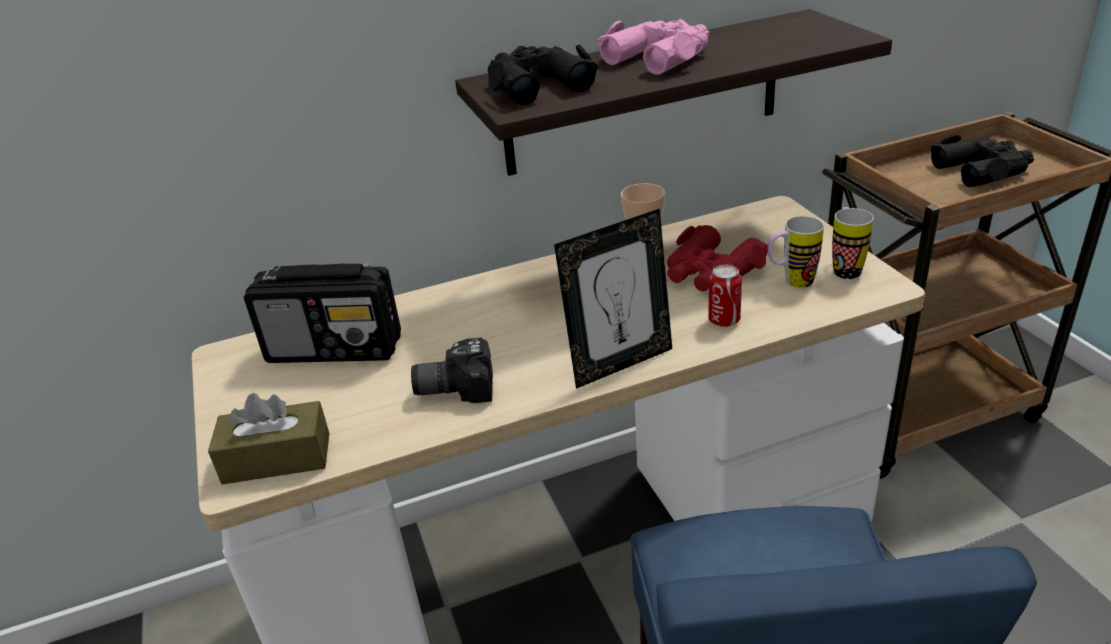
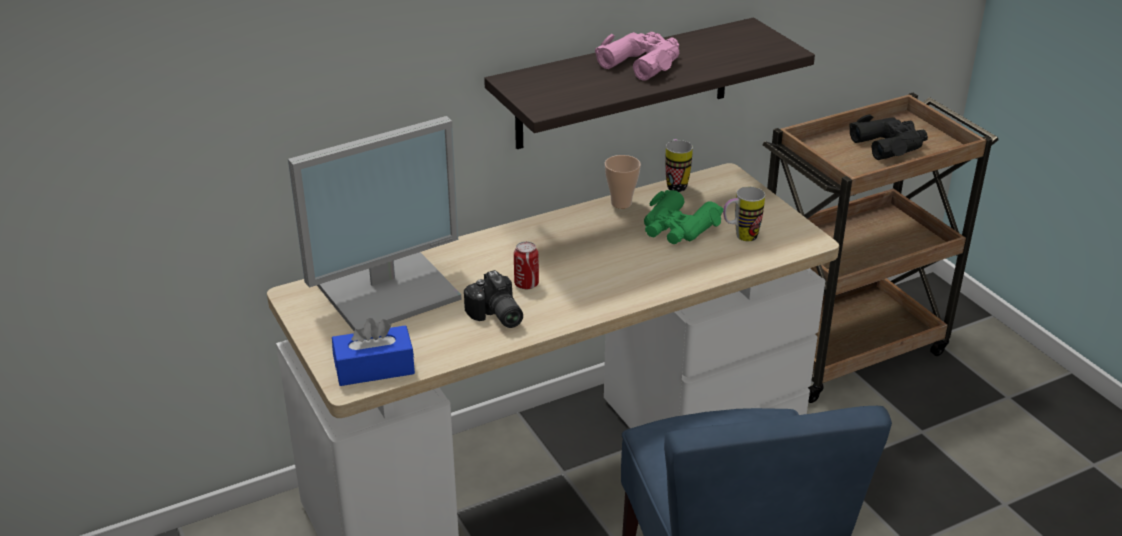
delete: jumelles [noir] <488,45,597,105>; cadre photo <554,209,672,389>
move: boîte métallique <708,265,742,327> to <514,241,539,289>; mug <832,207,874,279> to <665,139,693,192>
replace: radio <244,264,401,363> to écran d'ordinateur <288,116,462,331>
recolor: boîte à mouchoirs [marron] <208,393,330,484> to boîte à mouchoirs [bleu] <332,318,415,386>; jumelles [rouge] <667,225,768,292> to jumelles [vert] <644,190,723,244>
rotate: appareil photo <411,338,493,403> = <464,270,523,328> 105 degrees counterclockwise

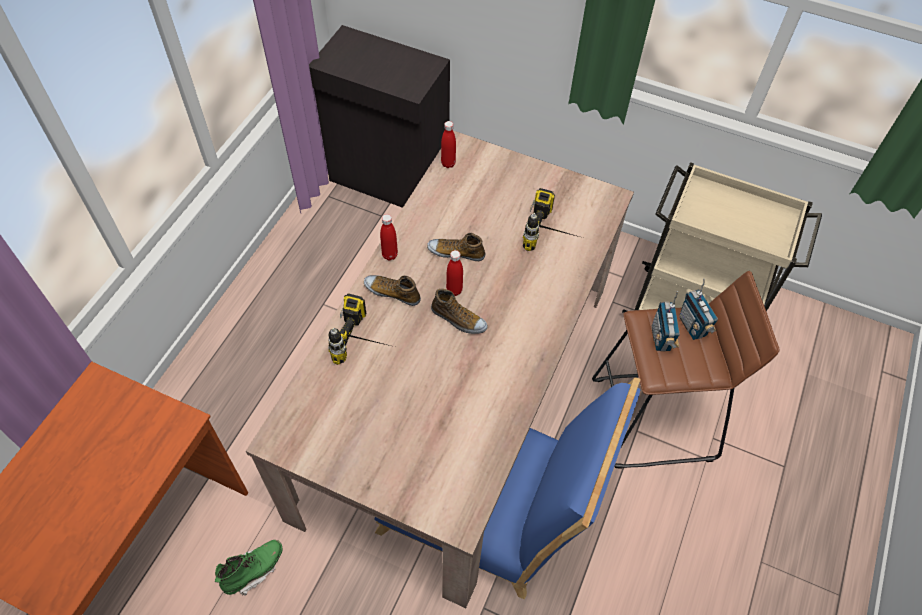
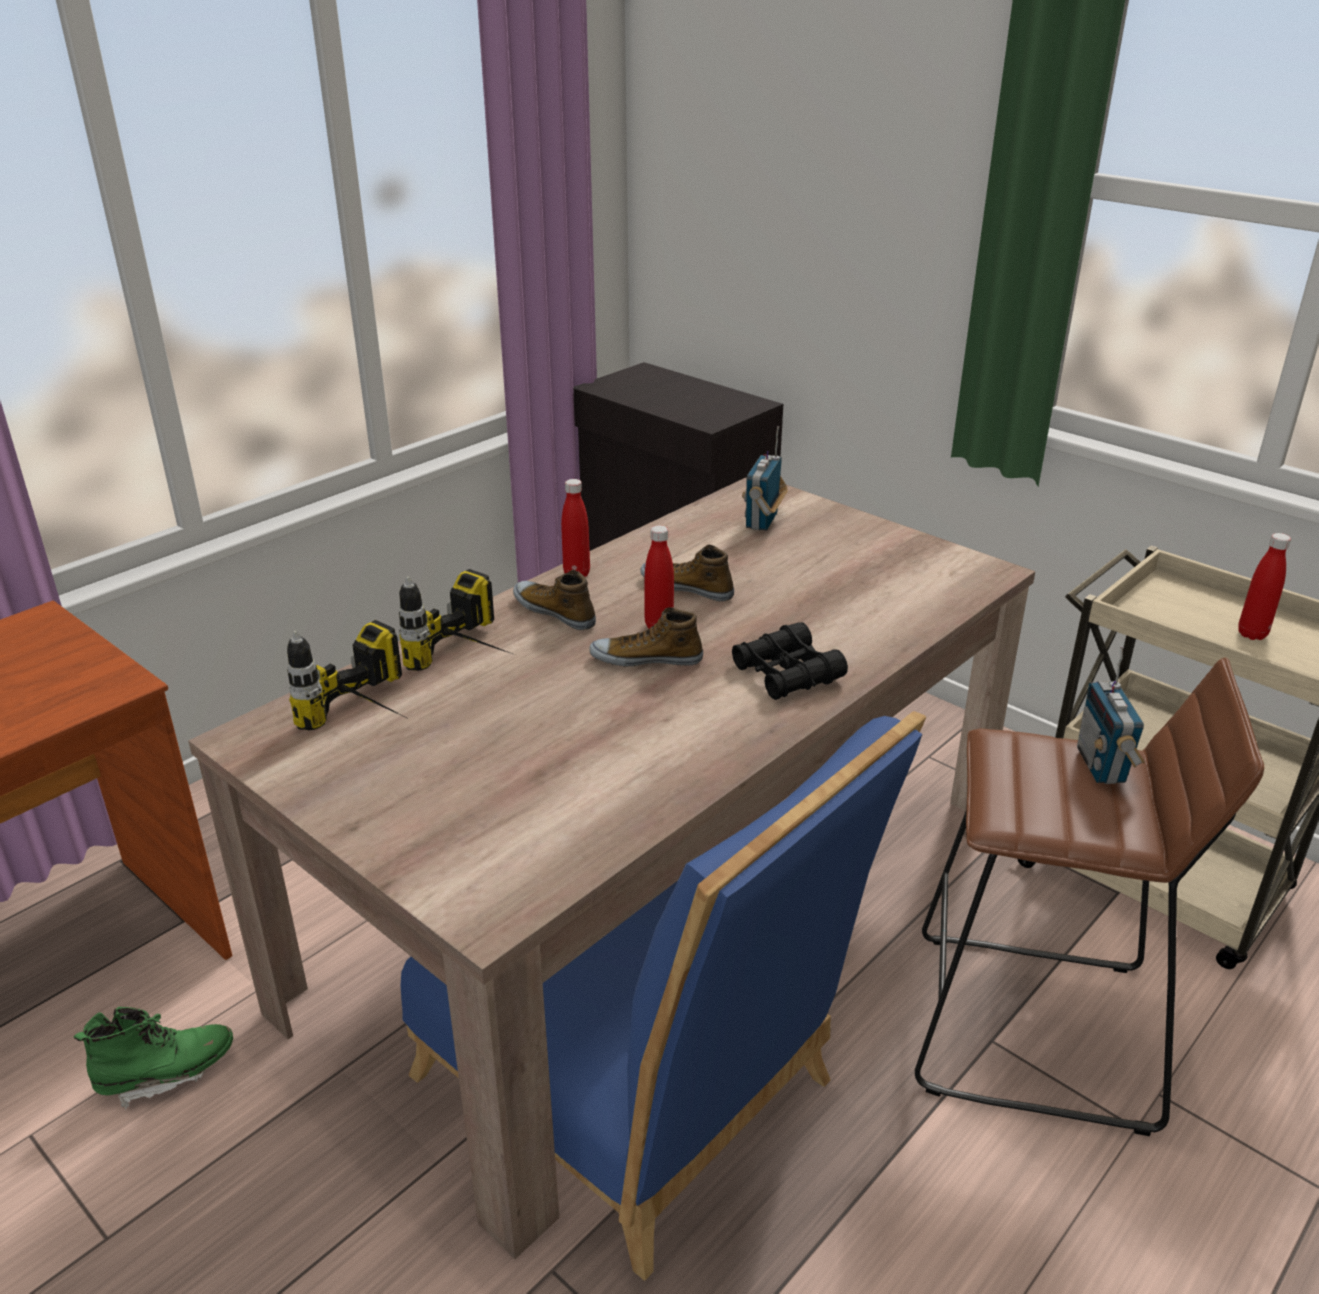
insert: jumelles [noir] <732,622,848,700>
move: bouteille [rouge] <441,121,456,168> to <1238,533,1291,640>; perceuse <523,188,583,251> to <287,620,405,730>; radio <652,291,680,351> to <742,426,788,531>
rotate: chaussure <431,289,488,334> = <589,607,703,667> 135 degrees clockwise

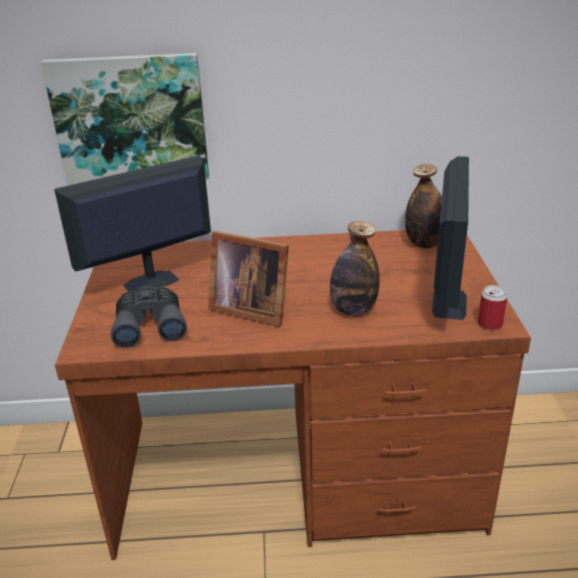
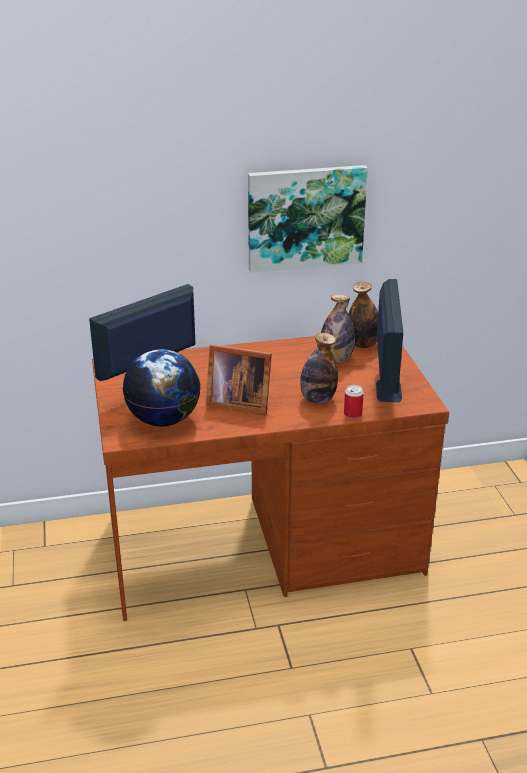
insert: bouteille <321,295,355,363>
move: tableau <41,53,209,186> to <248,165,368,273>; boîte métallique <478,285,507,330> to <344,385,364,418>
replace: jumelles [gris] <111,286,187,348> to globe <123,349,201,426>

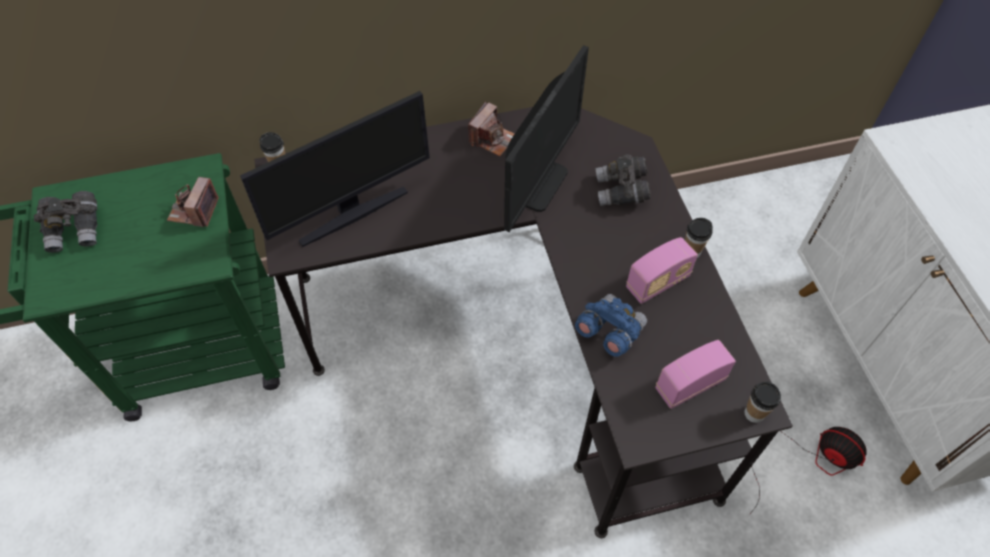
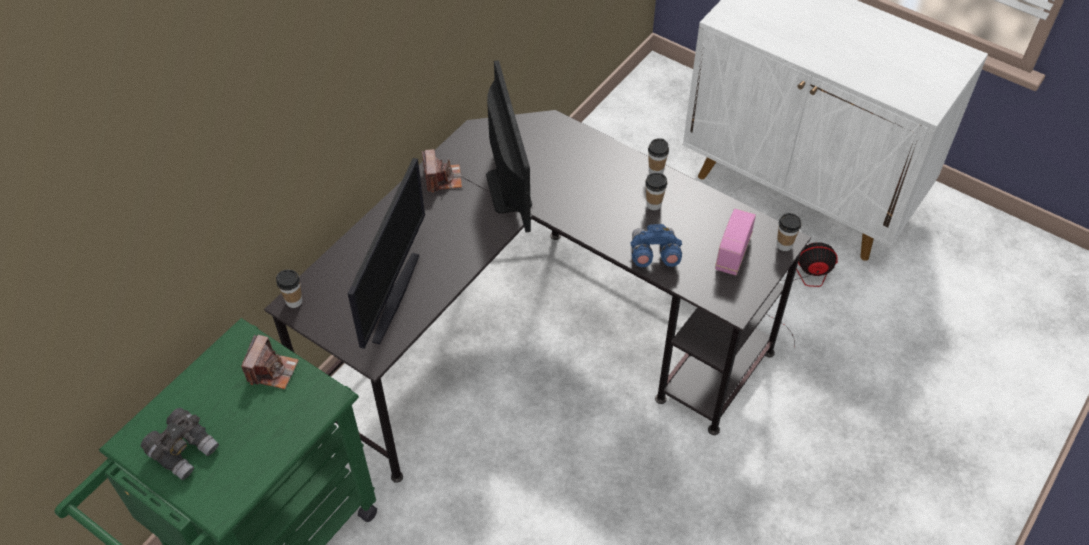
delete: jumelles [gris] <596,155,651,206>
replace: radio <626,237,698,304> to tasse <646,173,667,210>
rotate: appareil photo <167,177,219,227> = <241,335,299,389> 135 degrees counterclockwise

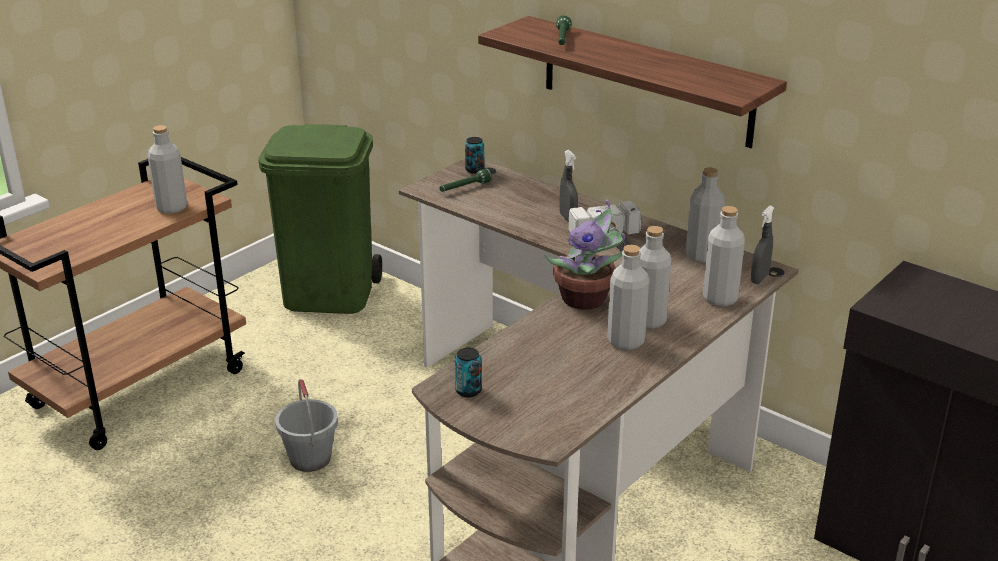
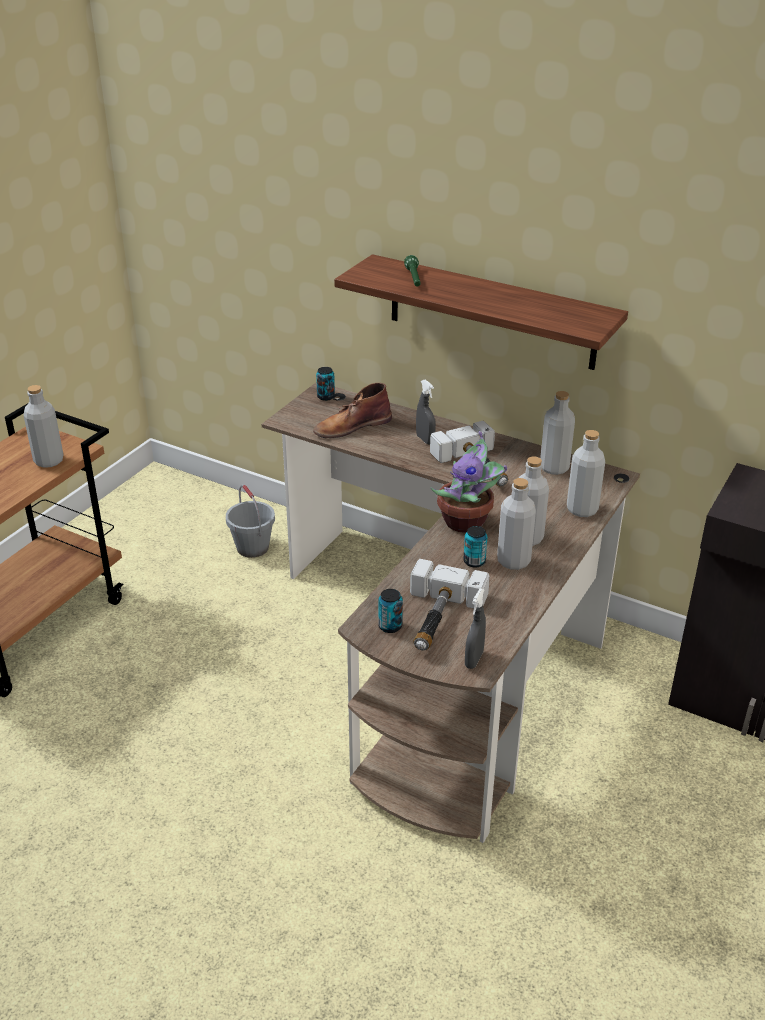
delete: poubelle [vert] <259,124,382,314>; lampe de poche [vert] <439,168,492,192>
insert: botte [marron] <313,383,392,438>; marteau <410,559,490,651>; boîte métallique <463,526,487,568>
move: seau [gris] <275,379,338,472> to <226,485,275,558>; vaporisateur [gris] <751,206,774,284> to <465,588,486,669>

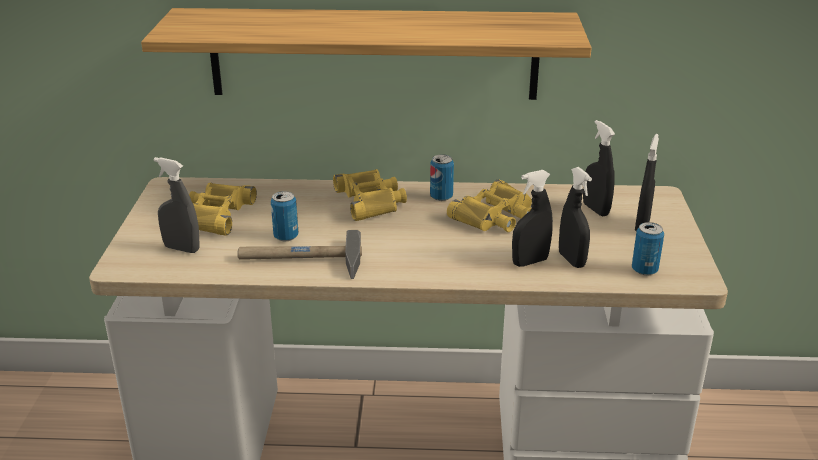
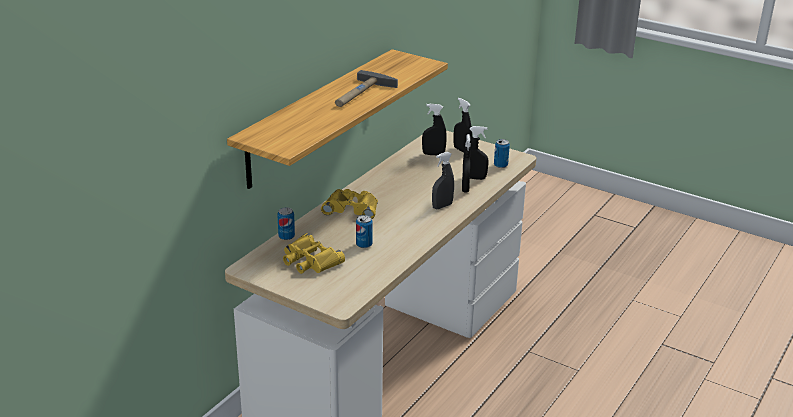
delete: jumelles [jaune] <447,179,532,232>
move: vaporisateur [gris] <154,157,199,253> to <432,152,454,209>; marteau <237,230,362,279> to <335,70,398,107>; boîte métallique <430,154,454,201> to <277,207,295,240>

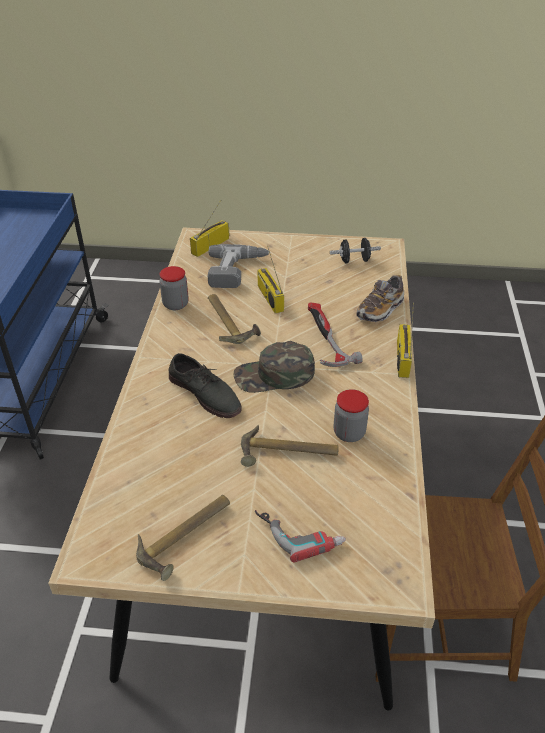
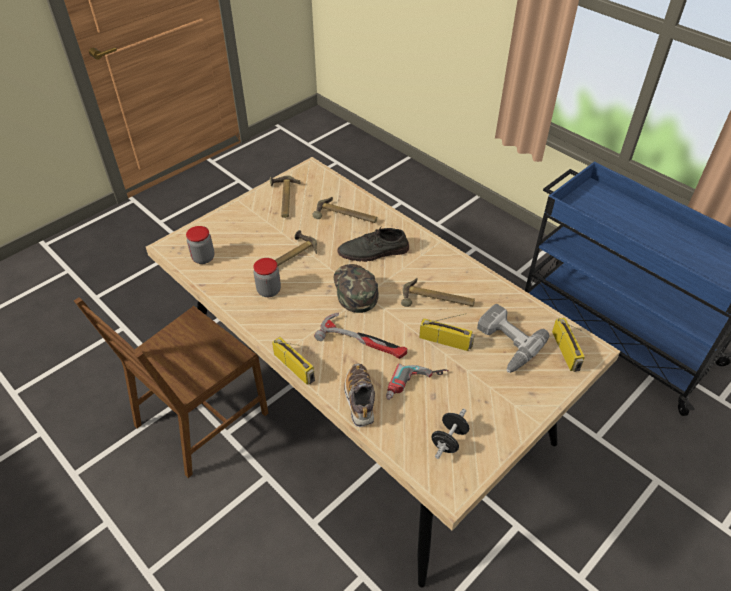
insert: marteau <312,197,377,223>
move: bocal <159,266,189,310> to <186,226,214,264>; perceuse <255,510,346,562> to <386,363,448,400>
rotate: casquette [vert] <234,341,315,393> = <334,264,379,313> 45 degrees counterclockwise

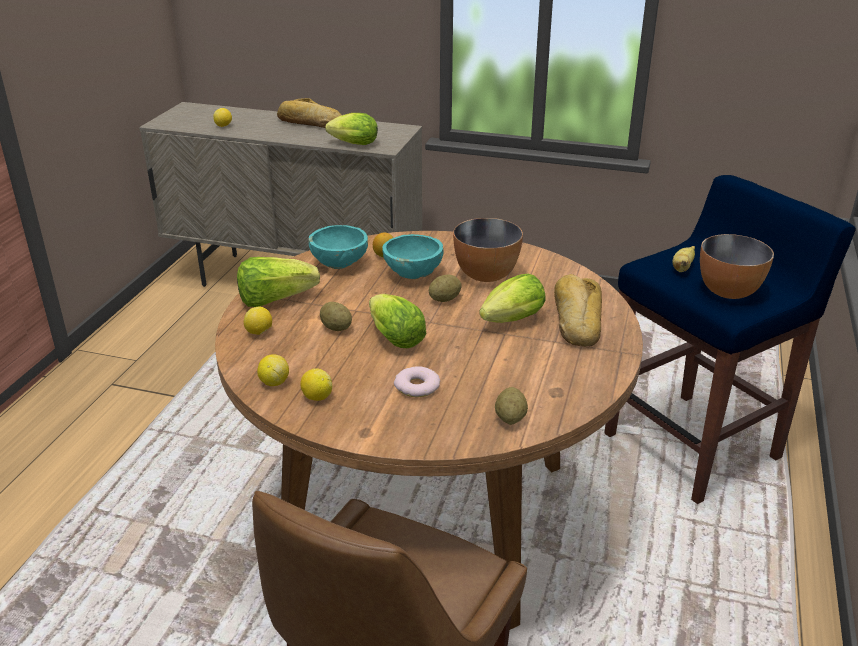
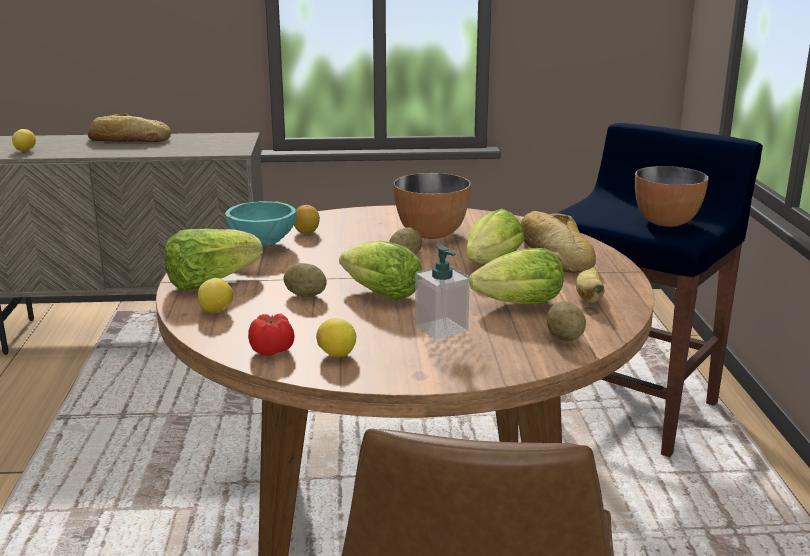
delete: bol [turquoise] <382,234,444,279>
move: laitue <326,113,378,145> to <470,248,564,304>; banane <672,246,695,272> to <576,267,605,303>
replace: citron <257,354,289,386> to tomate <248,314,295,356>; beignet <394,366,440,397> to distributeur de savon <415,244,470,340>

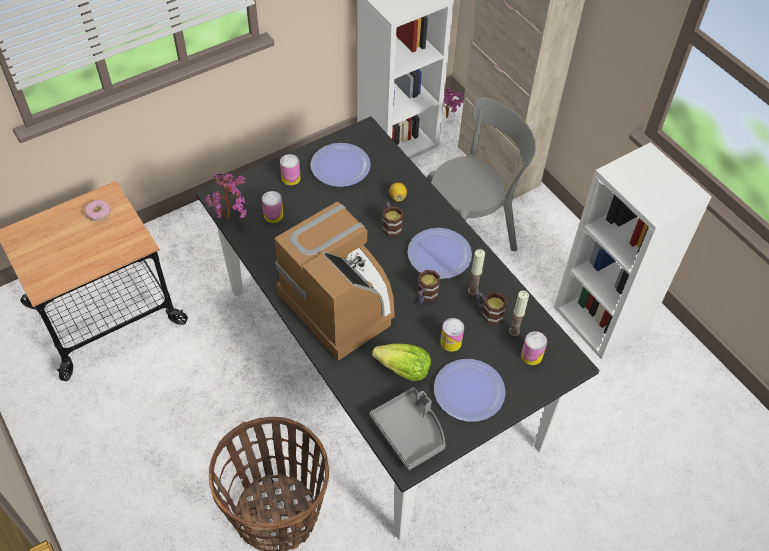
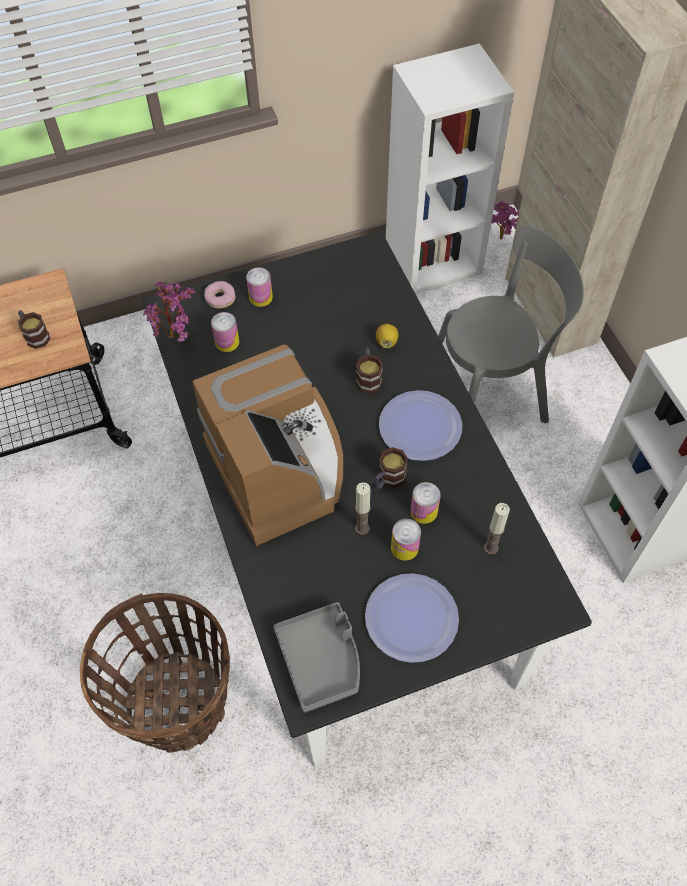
delete: assiette <311,143,371,187>; laitue <372,344,431,381>
move: beignet <85,200,111,221> to <204,281,235,309>; bougie <468,249,485,295> to <355,482,371,535>; mug <476,292,507,325> to <18,310,50,349>; boîte métallique <521,331,547,365> to <411,482,441,524>

